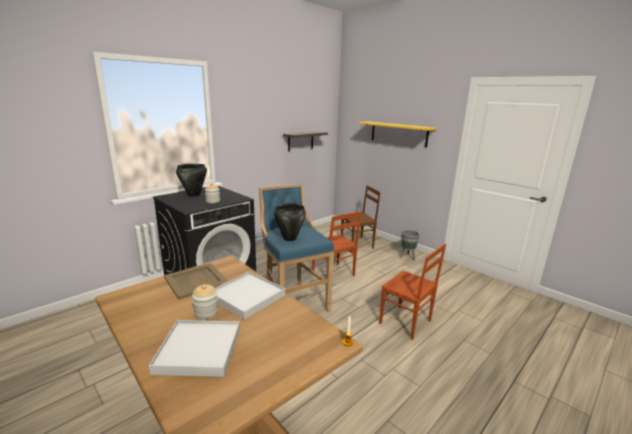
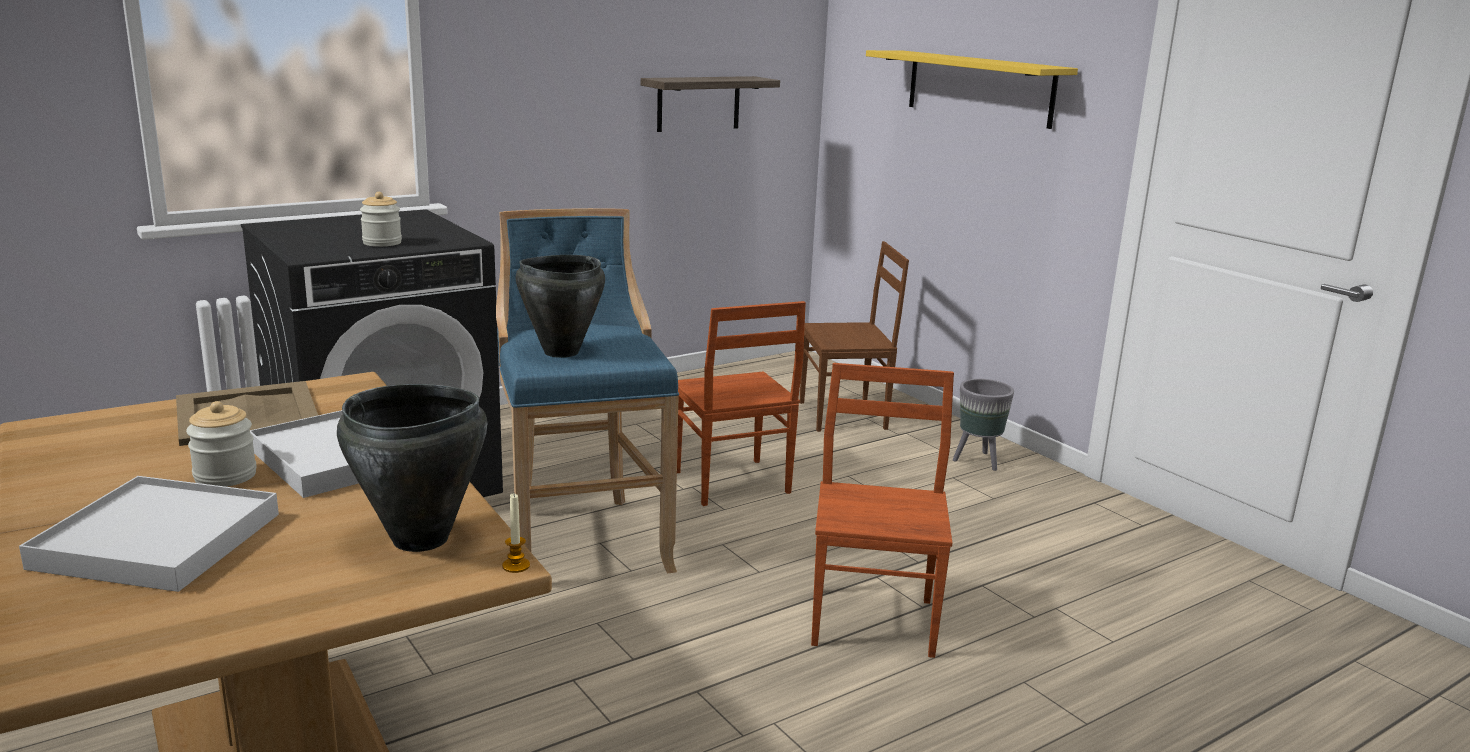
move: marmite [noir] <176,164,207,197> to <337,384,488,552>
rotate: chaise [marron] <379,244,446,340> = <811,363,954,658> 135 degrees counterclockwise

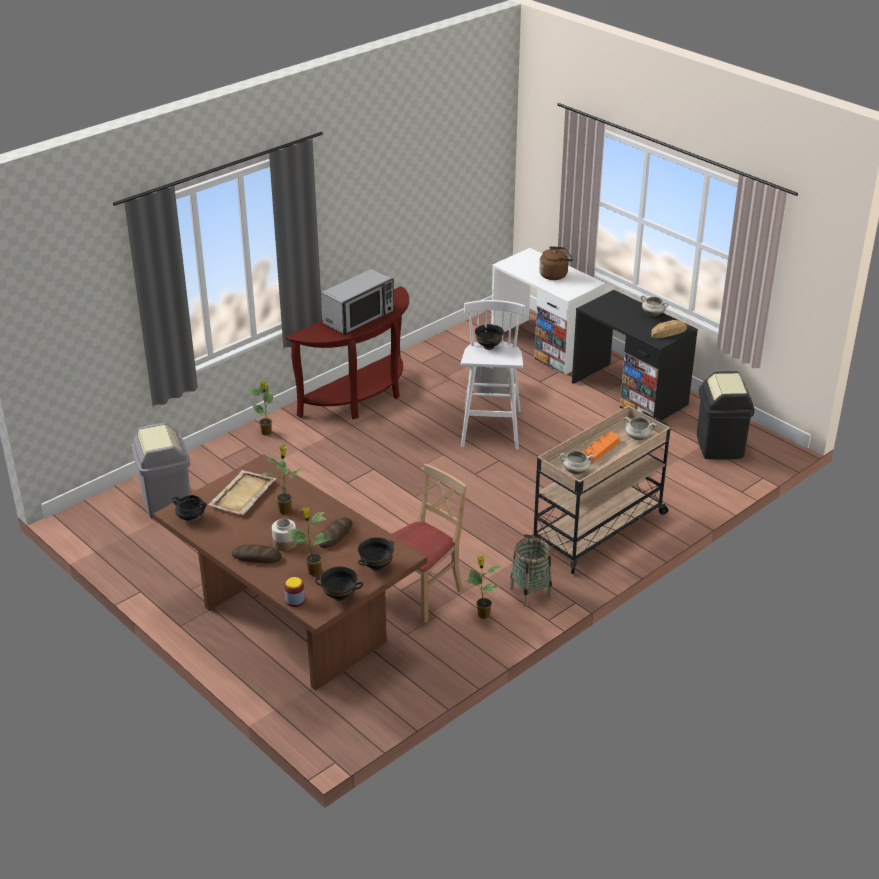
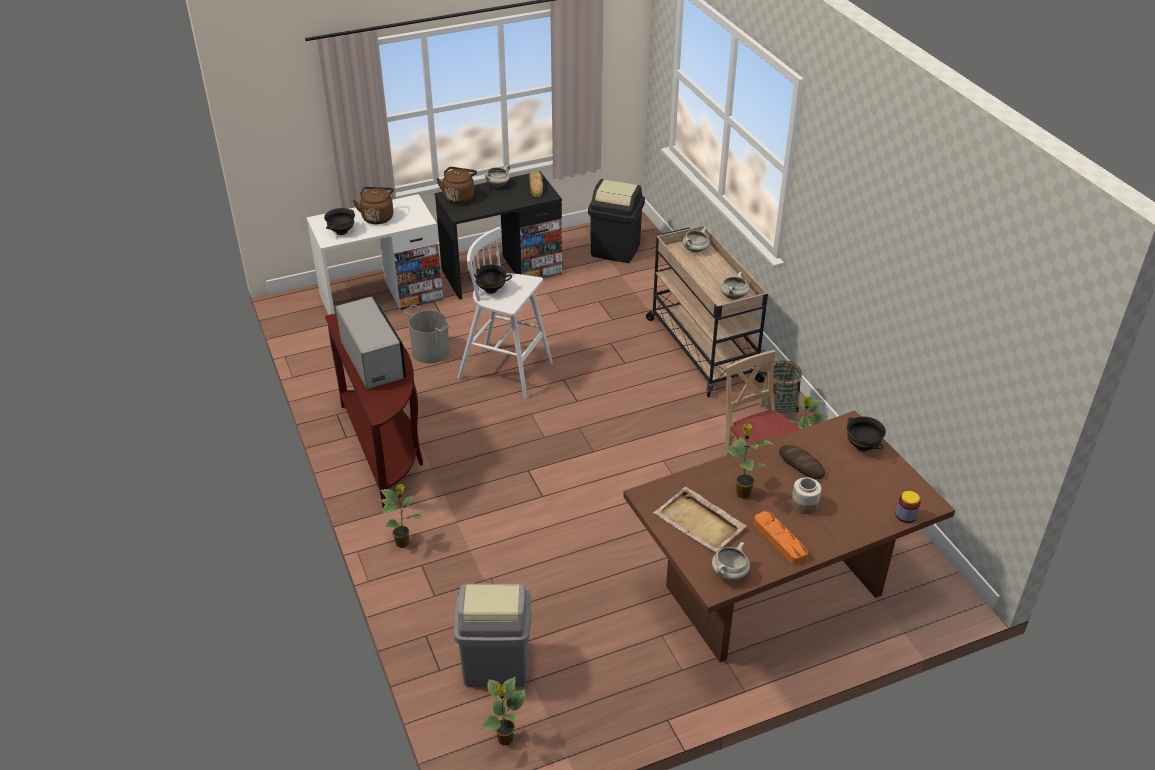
delete: pain <232,544,282,564>
insert: bouilloire [marron] <436,167,477,204>
move: plante en pot <287,507,332,576> to <480,676,525,745>; bol [noir] <315,566,363,601> to <324,208,355,235>; plateau [orange] <583,432,619,464> to <754,511,808,565>
recolor: marmite [noir] <172,495,207,521> to marmite [blanc] <712,542,750,580>

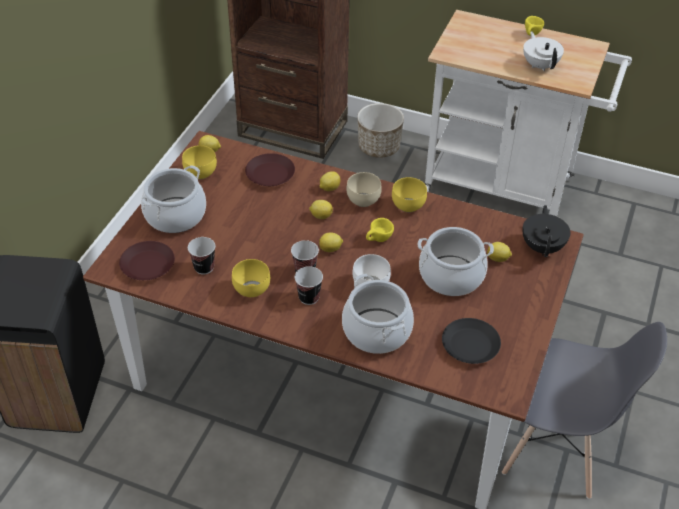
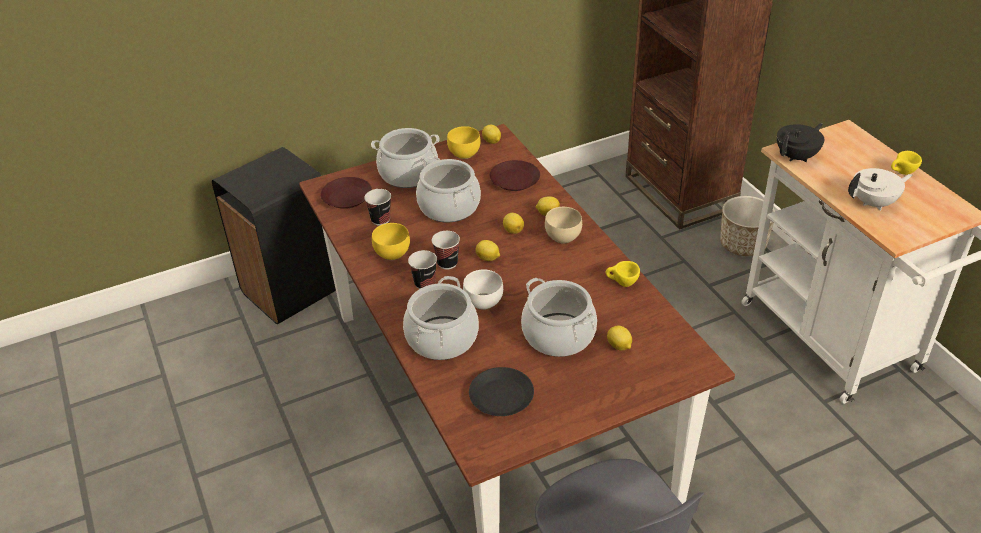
delete: bol [jaune] <392,177,427,212>
insert: marmite <416,156,481,223>
move: tasse [jaune] <366,218,394,242> to <606,261,640,287>; théière [noir] <522,205,570,257> to <777,123,824,162>
rotate: théière [blanc] <523,31,564,71> = <848,168,912,211> 45 degrees clockwise

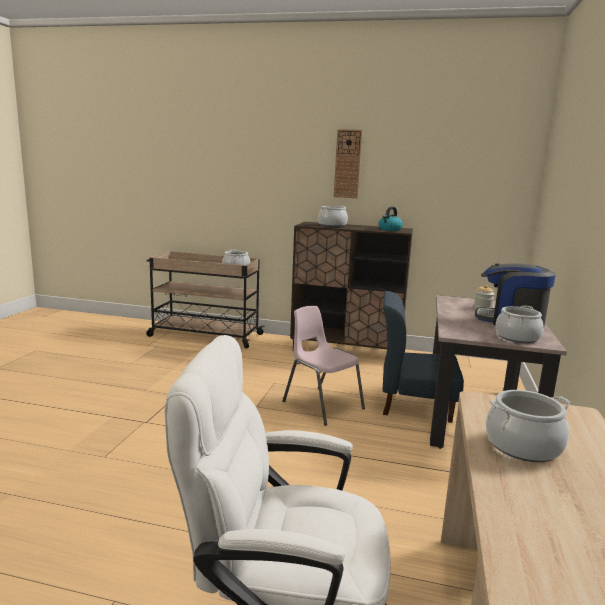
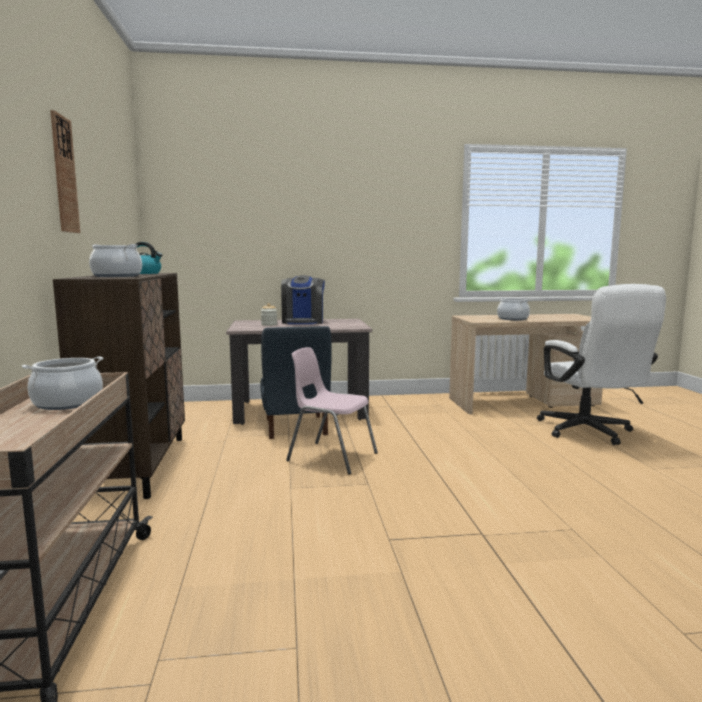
delete: marmite <495,305,544,343>
rotate: chaise [rose] <283,306,365,426> = <286,347,378,475> 90 degrees clockwise

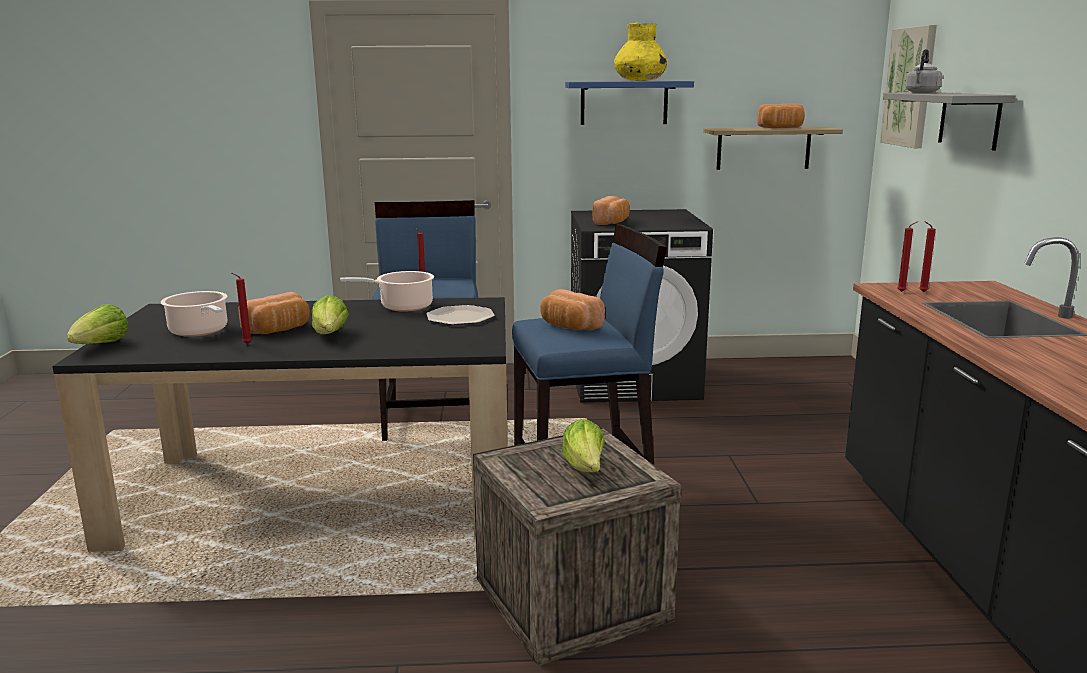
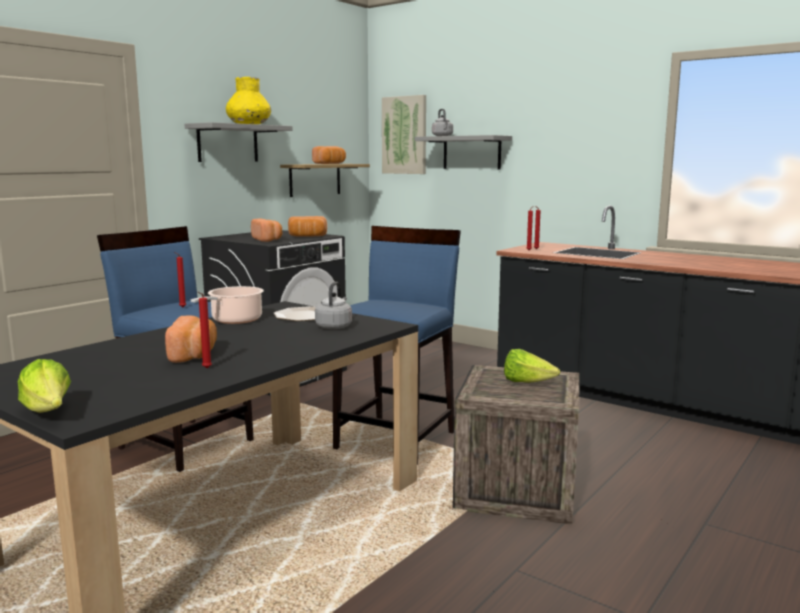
delete: marmite <161,291,228,337>; laitue <312,295,349,334>
insert: bouilloire [gris] <315,282,352,329>
move: pain <540,289,605,330> to <288,216,327,236>
recolor: étagère [bleu] <565,81,694,125> to étagère [gris] <185,122,293,162>

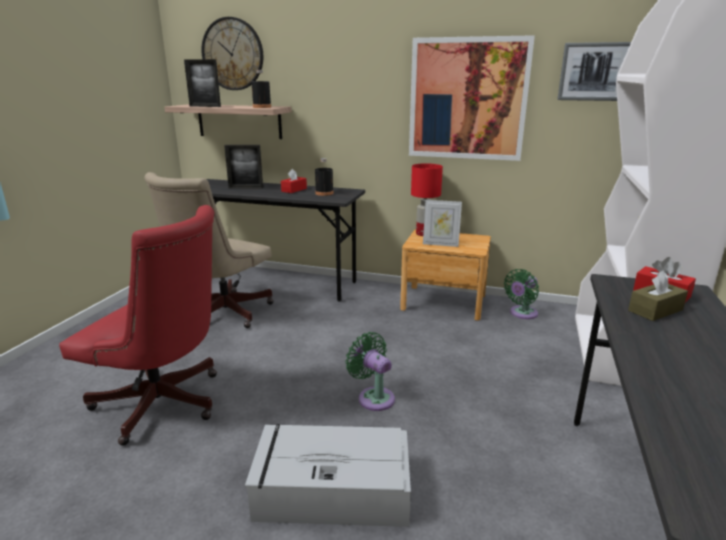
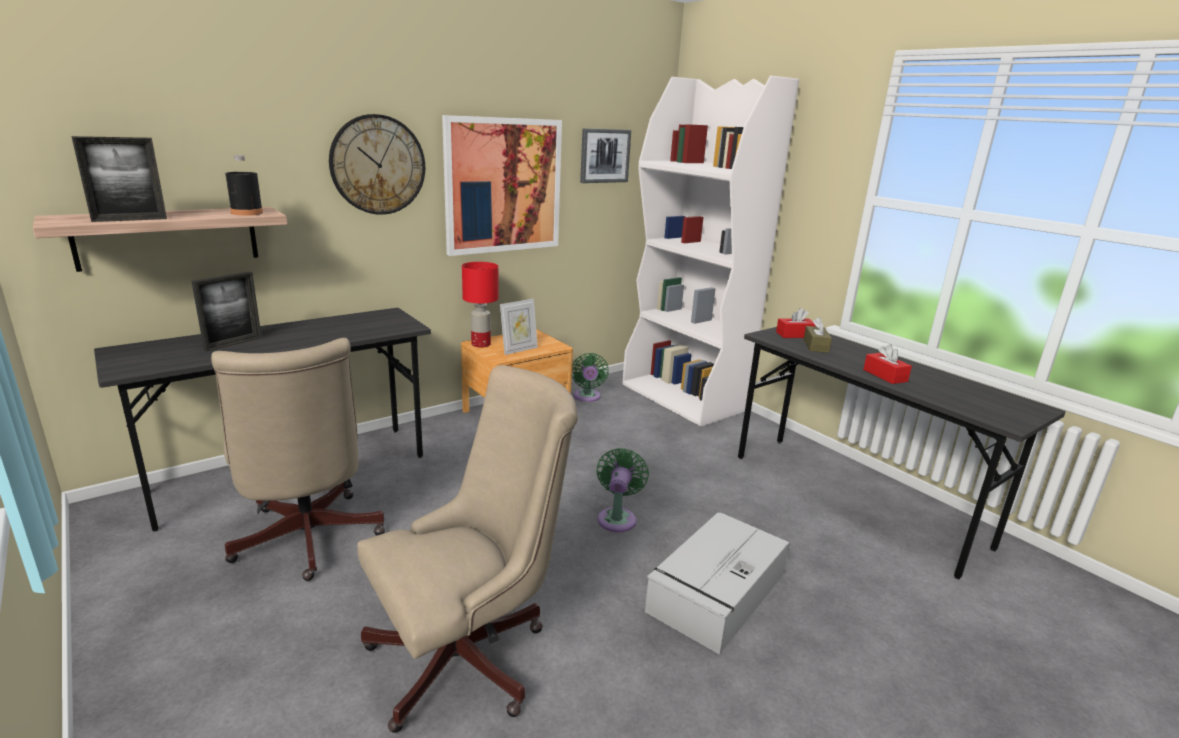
delete: bouteille [noir] <315,158,333,196>
move: horloge murale <201,17,264,90> to <329,114,425,215>; boîte à mouchoirs [rouge] <281,169,307,193> to <863,344,912,384>
recolor: chaise de bureau [rouge] <59,205,217,446> to chaise de bureau [beige] <357,365,578,733>
rotate: ventilateur [vert] <345,332,395,411> = <596,448,649,532> 105 degrees clockwise

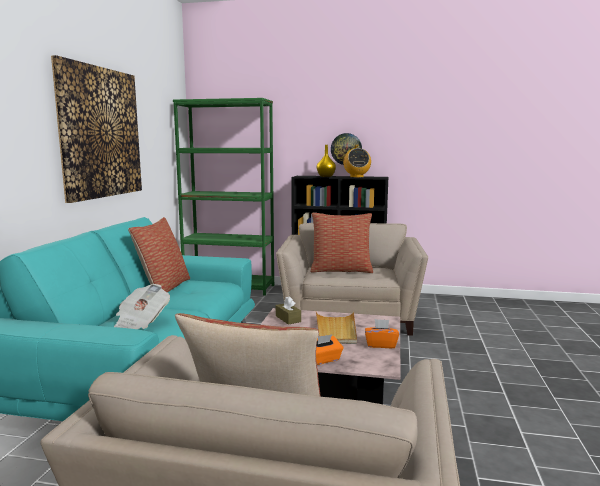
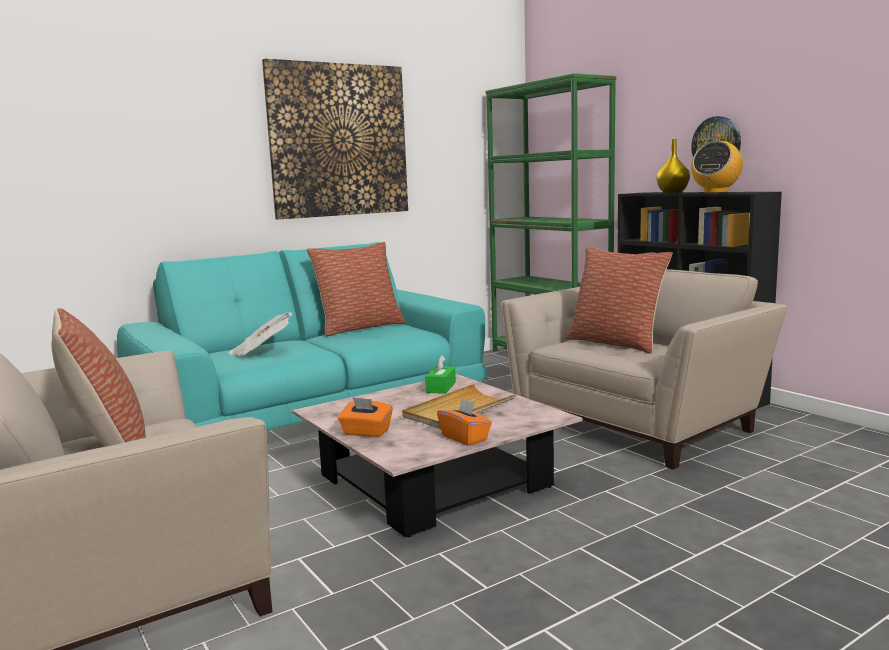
recolor: boîte à mouchoirs [marron] <276,297,301,325> to boîte à mouchoirs [vert] <425,355,456,394>

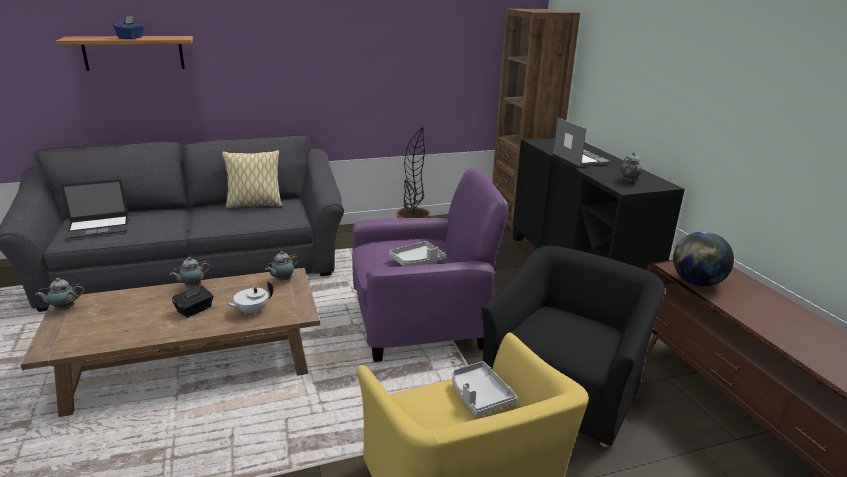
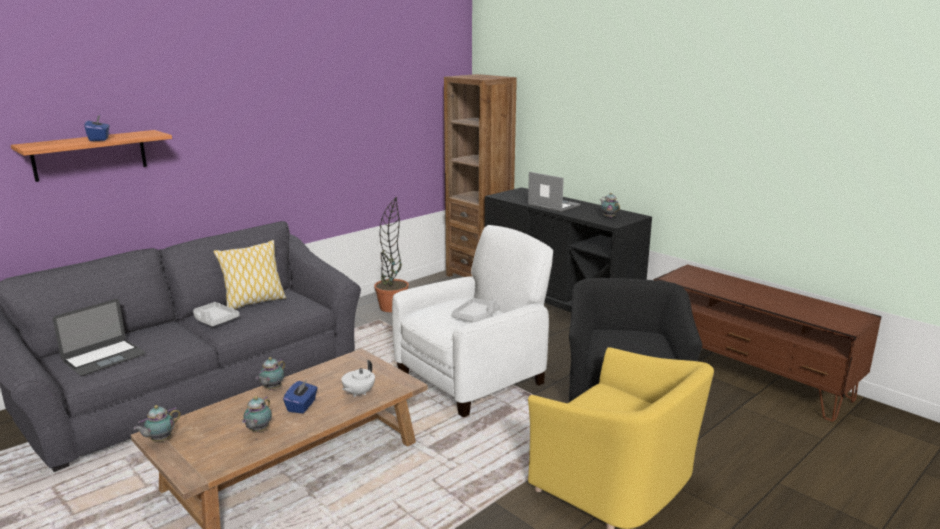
delete: globe <673,232,734,286>
move: théière <265,251,298,281> to <242,396,272,432>; plateau [gris] <452,361,517,416> to <193,302,240,326>
recolor: boîte à mouchoirs [noir] <172,286,213,318> to boîte à mouchoirs [bleu] <283,380,318,414>; fauteuil [violet] <352,167,509,362> to fauteuil [blanc] <392,225,553,417>

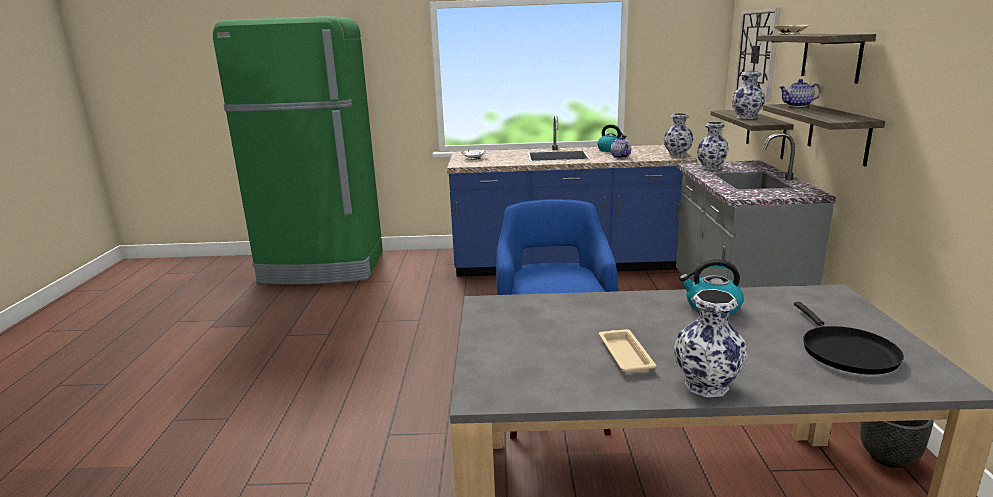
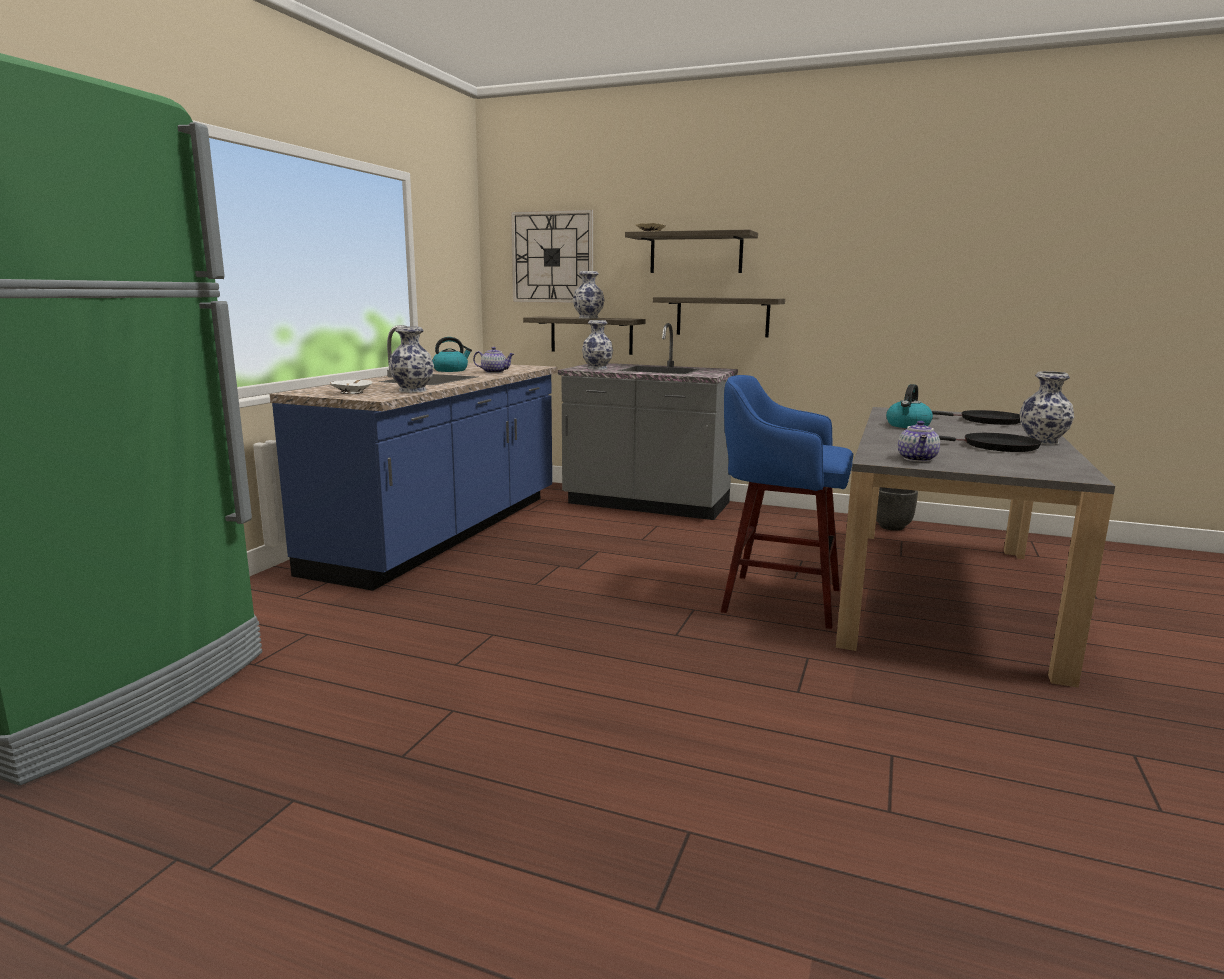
move: vase <664,113,693,157> to <389,326,434,393>; théière <779,79,821,107> to <898,421,940,462>
replace: plateau [beige] <599,329,657,373> to poêle [noir] <939,433,1041,452>

